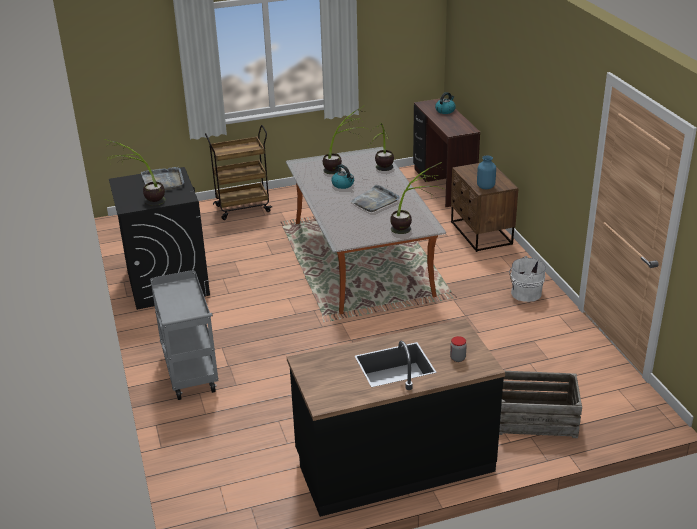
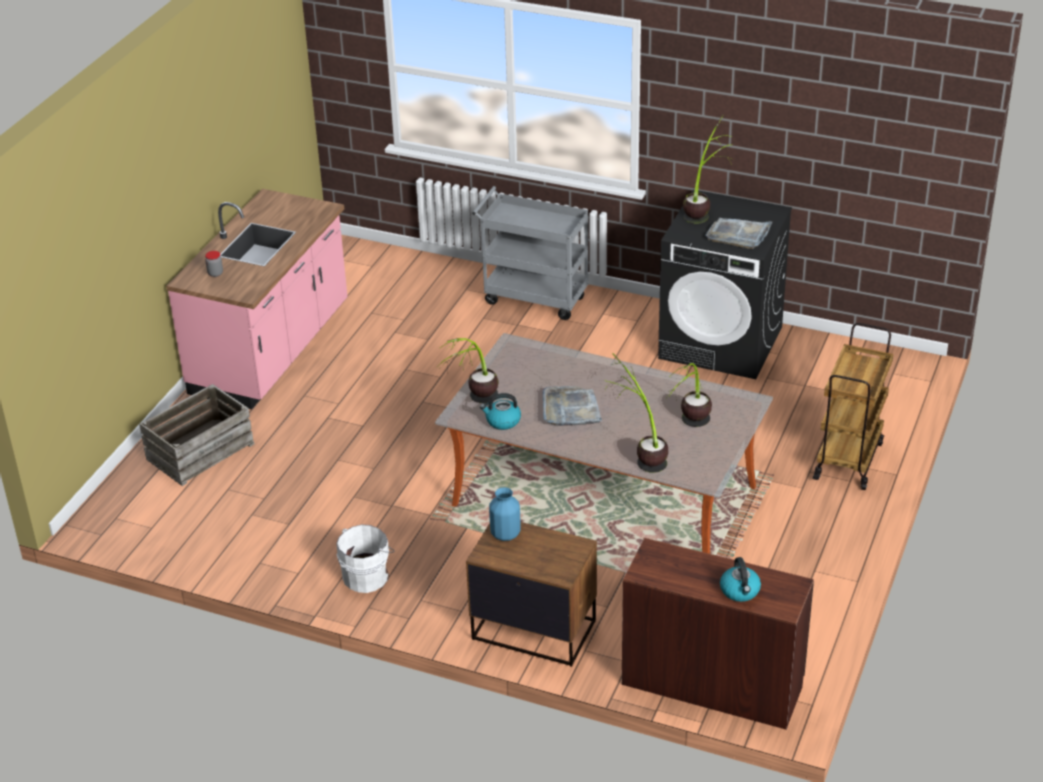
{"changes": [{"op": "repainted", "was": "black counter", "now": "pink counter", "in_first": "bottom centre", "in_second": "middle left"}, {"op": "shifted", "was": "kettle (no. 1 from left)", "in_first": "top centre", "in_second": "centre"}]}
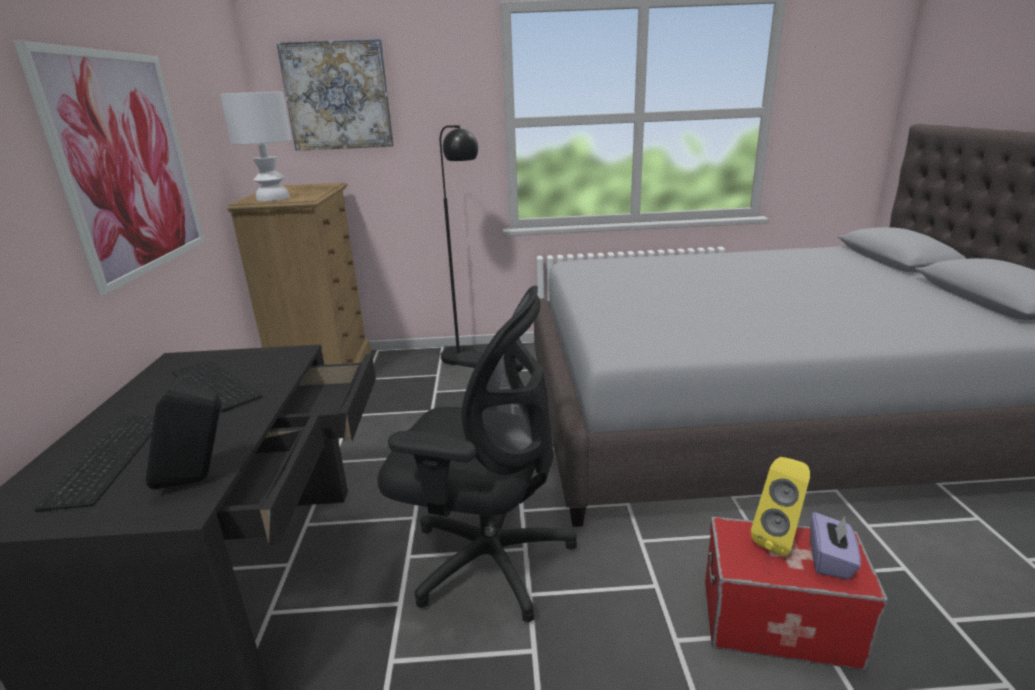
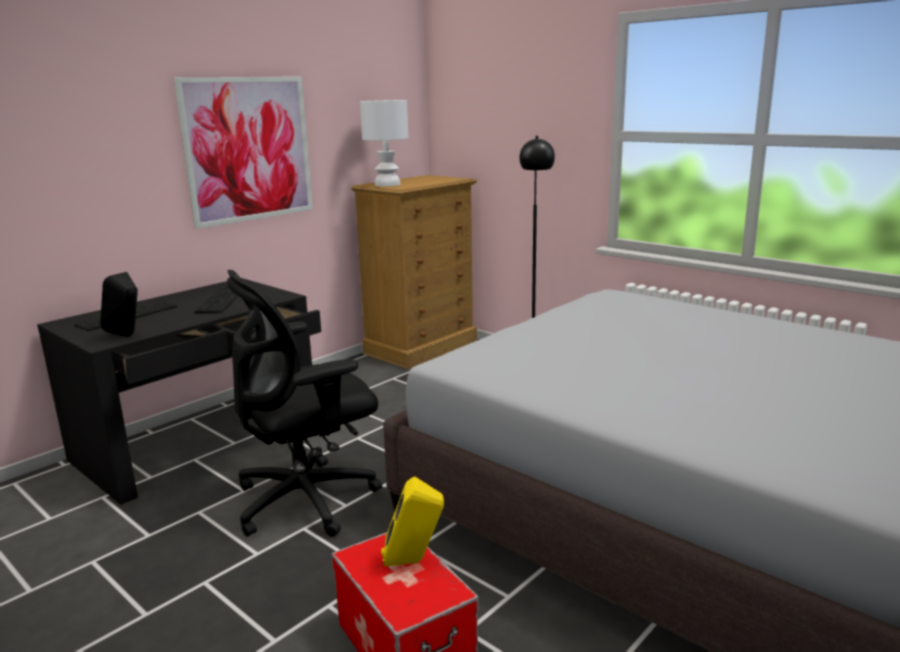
{"changes": [{"op": "rotated", "was": "black office chair", "in_first": "centre", "in_second": "centre", "clockwise": 90}, {"op": "gone", "was": "picture (no. 2 from left)", "in_first": "top left"}, {"op": "gone", "was": "purple tissue box", "in_first": "bottom right"}]}
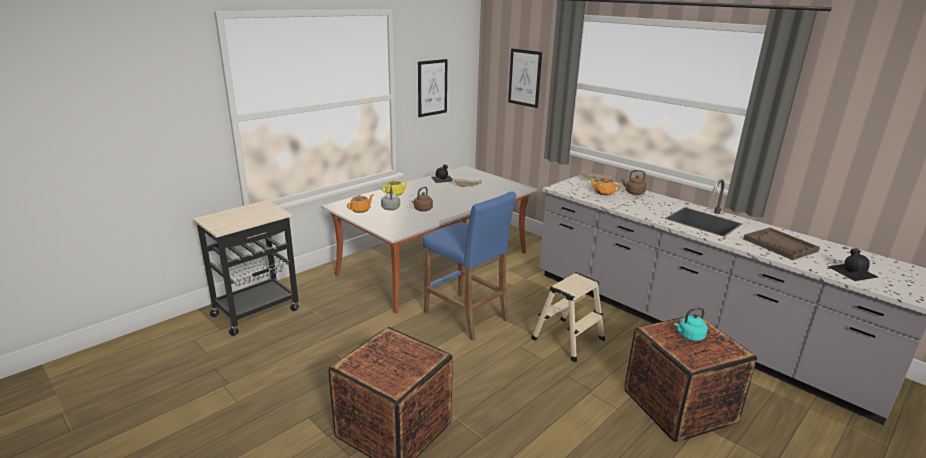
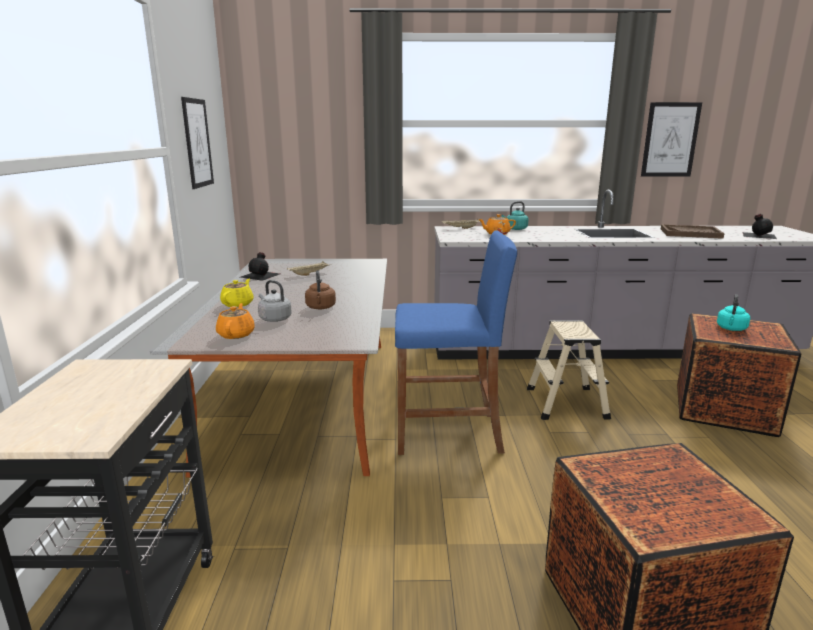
{"changes": [{"op": "repainted", "was": "brown kettle (no. 2 from left)", "now": "turquoise kettle (no. 1 from left)", "in_first": "middle right", "in_second": "centre"}, {"op": "shifted", "was": "picture (no. 2 from left)", "in_first": "top centre", "in_second": "top right"}]}
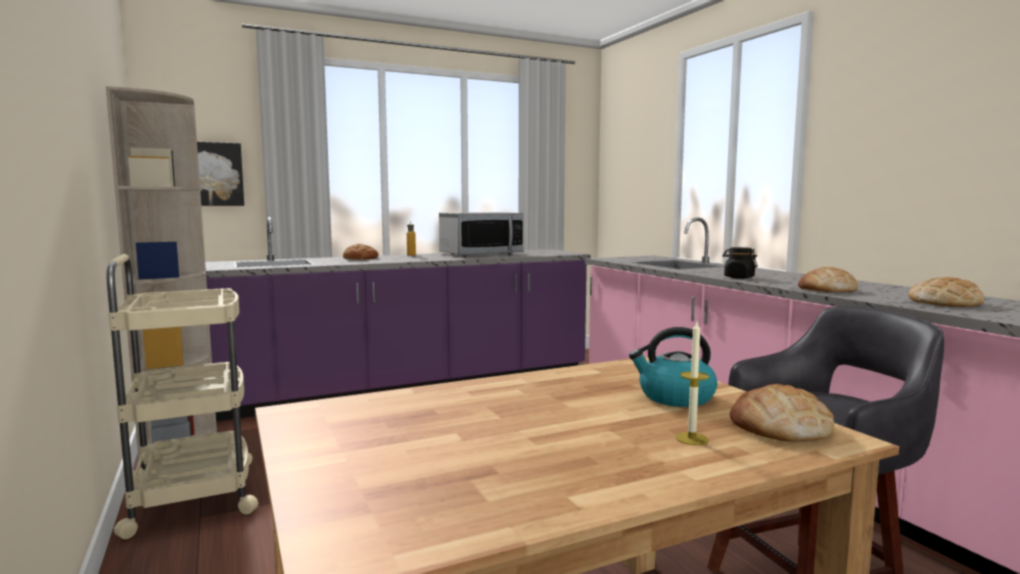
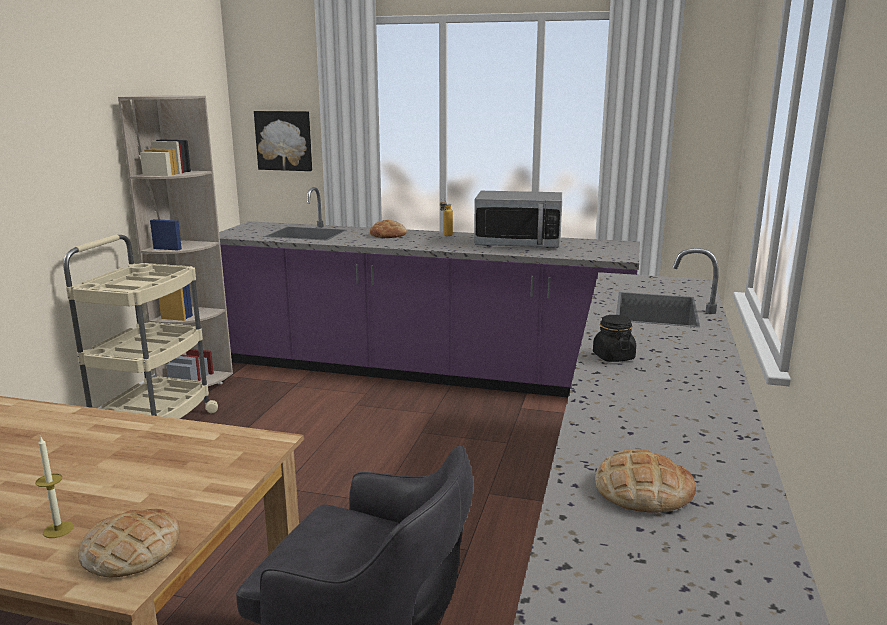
{"changes": [{"op": "gone", "was": "kettle", "in_first": "centre"}, {"op": "gone", "was": "bread (no. 3 from left)", "in_first": "middle right"}]}
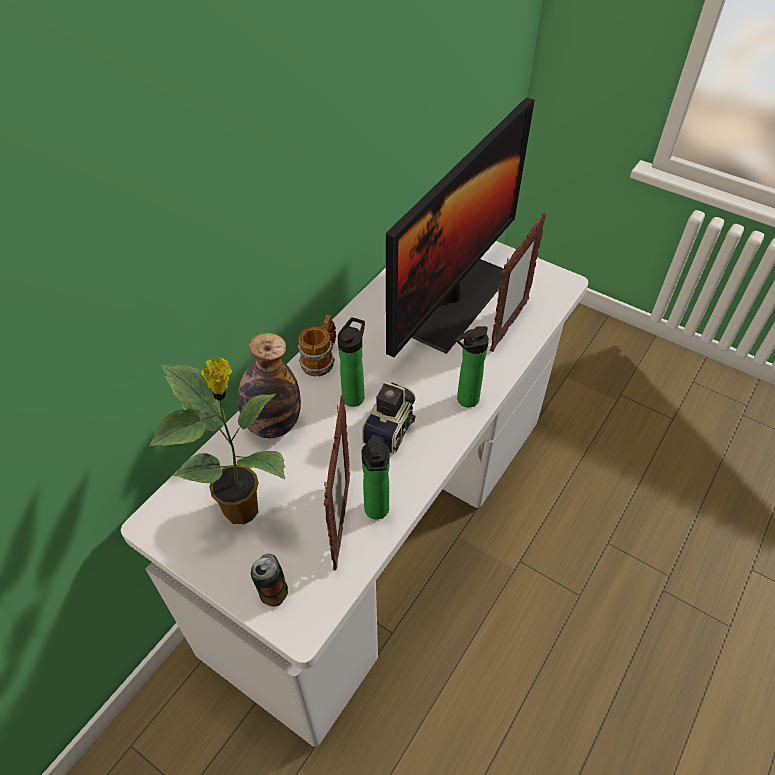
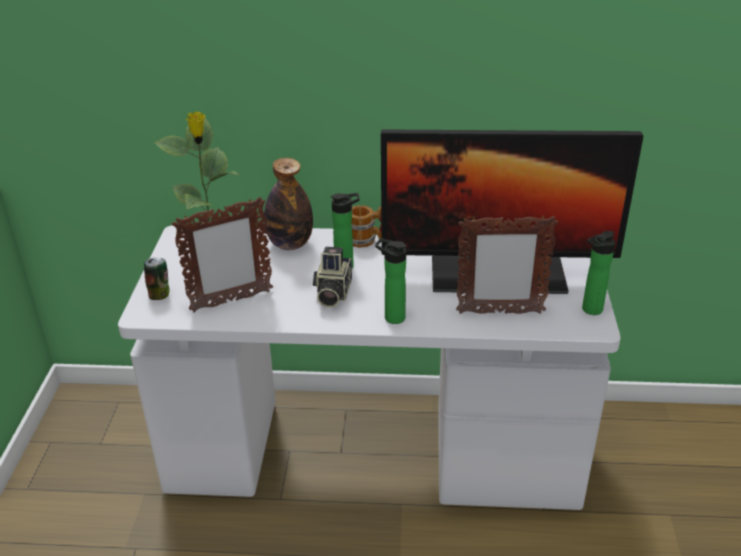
{"changes": [{"op": "rotated", "was": "photo camera", "in_first": "centre", "in_second": "centre", "clockwise": 105}, {"op": "shifted", "was": "bottle (no. 3 from left in the first image)", "now": "bottle (no. 4 from left)", "in_first": "centre", "in_second": "middle right"}]}
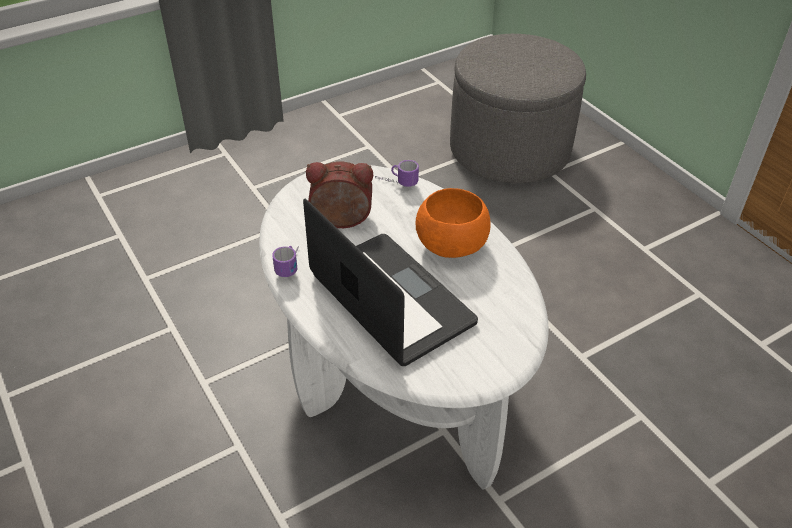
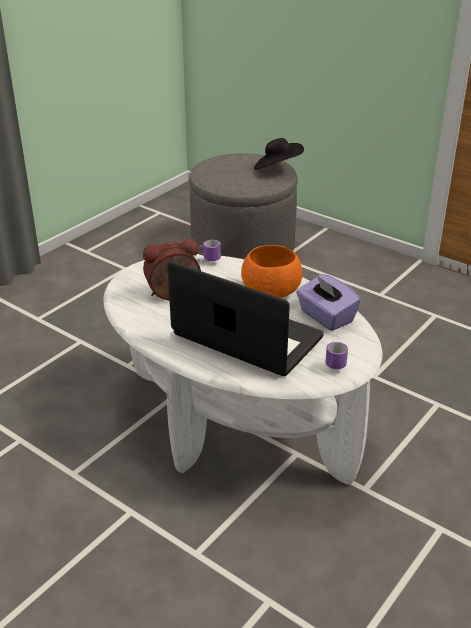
{"changes": [{"op": "new", "now": "black hat", "in_second": "top centre"}, {"op": "new", "now": "purple tissue box", "in_second": "middle right"}, {"op": "shifted", "was": "mug (no. 1 from left in the first image)", "now": "mug (no. 2 from left)", "in_first": "centre", "in_second": "middle right"}]}
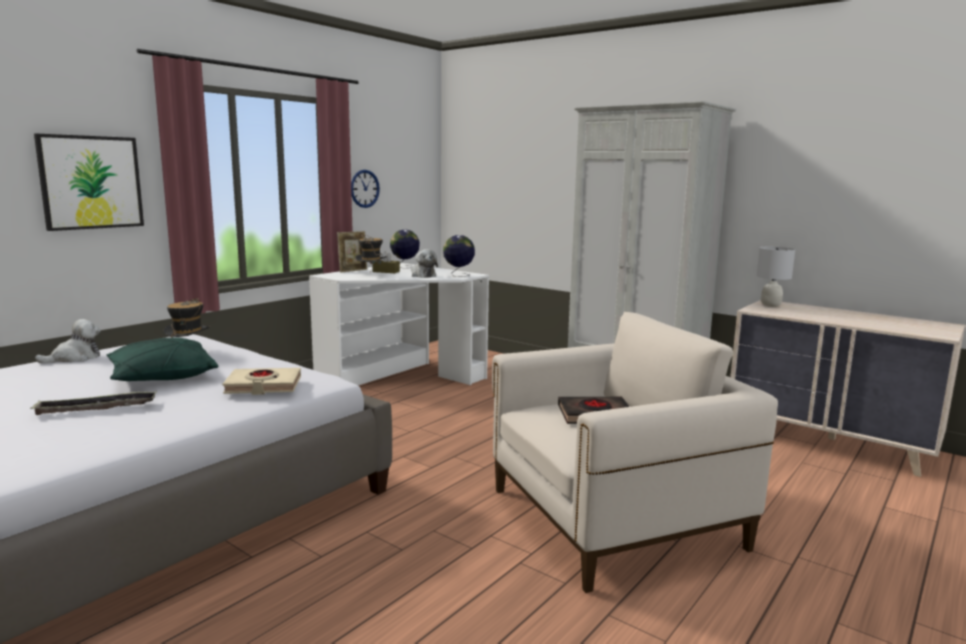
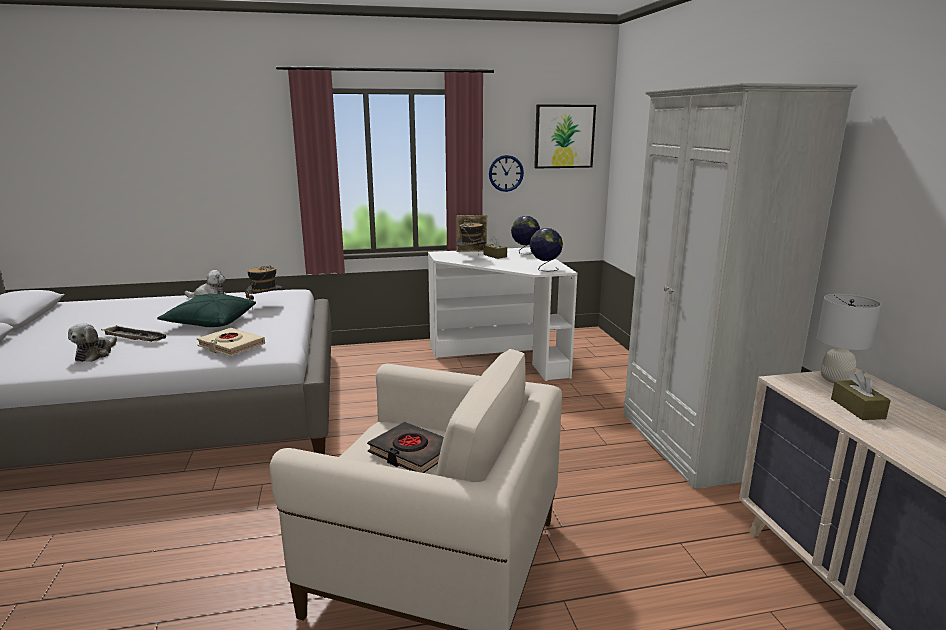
{"changes": [{"op": "shifted", "was": "plush toy (no. 2 from left in the first image)", "now": "plush toy (no. 1 from left)", "in_first": "centre", "in_second": "middle left"}, {"op": "shifted", "was": "picture", "in_first": "top left", "in_second": "top centre"}, {"op": "new", "now": "brown tissue box (no. 2 from left)", "in_second": "middle right"}]}
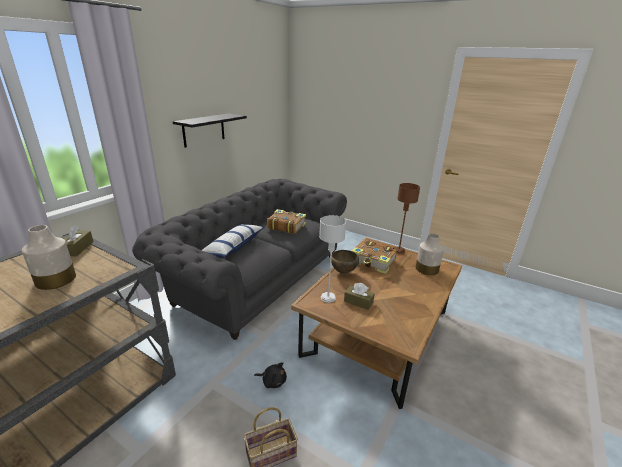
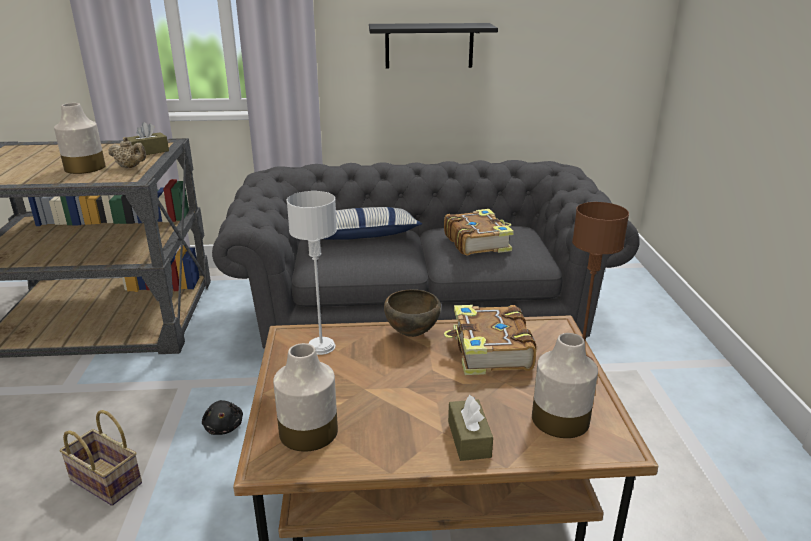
{"changes": [{"op": "new", "now": "beige teapot", "in_second": "top left"}, {"op": "new", "now": "beige vase (no. 2 from left)", "in_second": "bottom centre"}, {"op": "shifted", "was": "brown tissue box (no. 2 from left)", "in_first": "centre", "in_second": "bottom centre"}]}
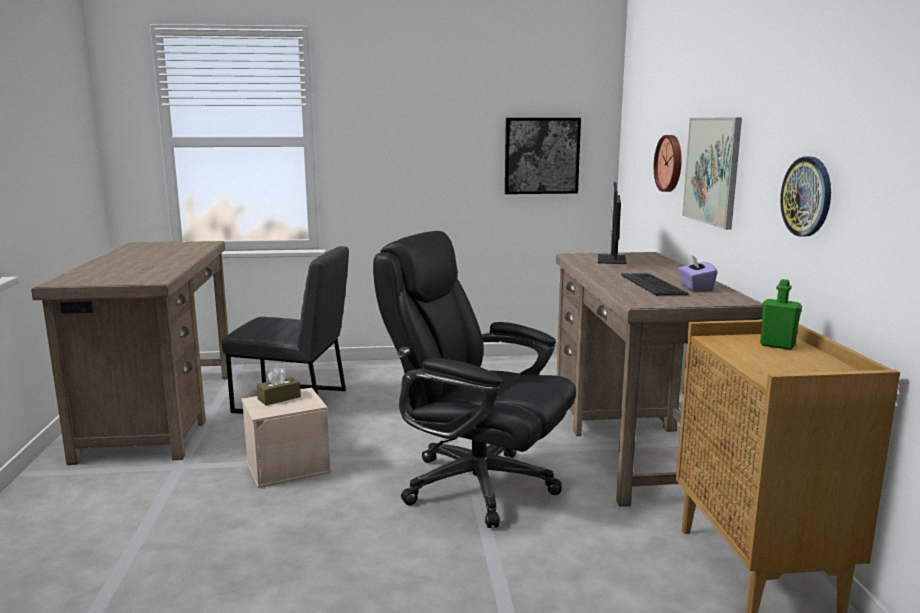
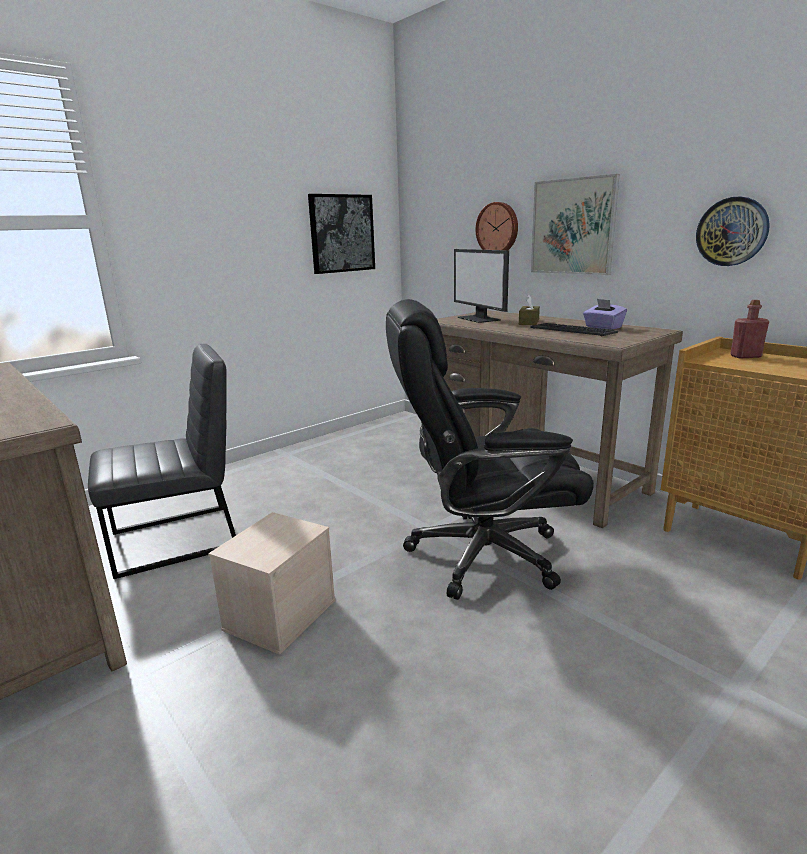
{"changes": [{"op": "shifted", "was": "brown tissue box", "in_first": "middle left", "in_second": "centre"}, {"op": "repainted", "was": "green bottle", "now": "red bottle", "in_first": "middle right", "in_second": "middle right"}]}
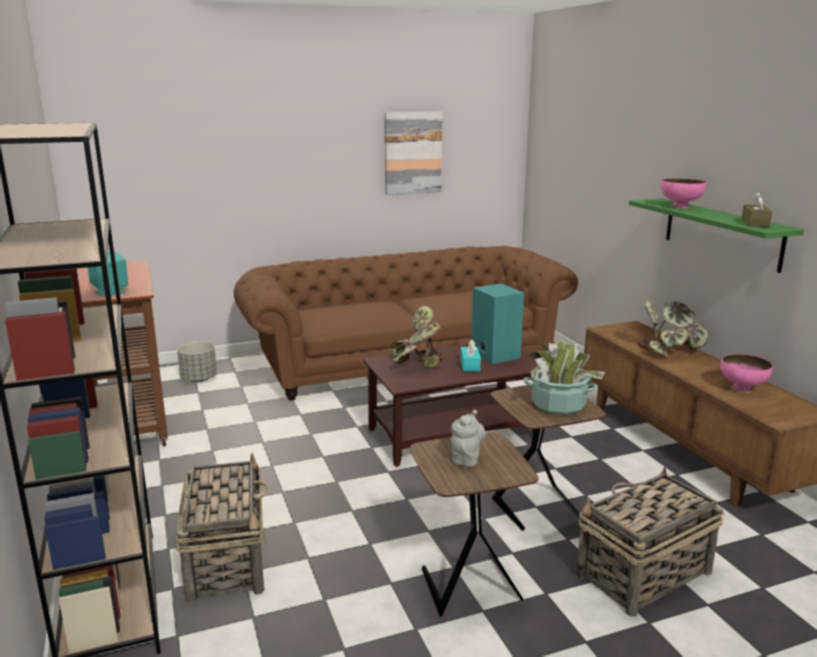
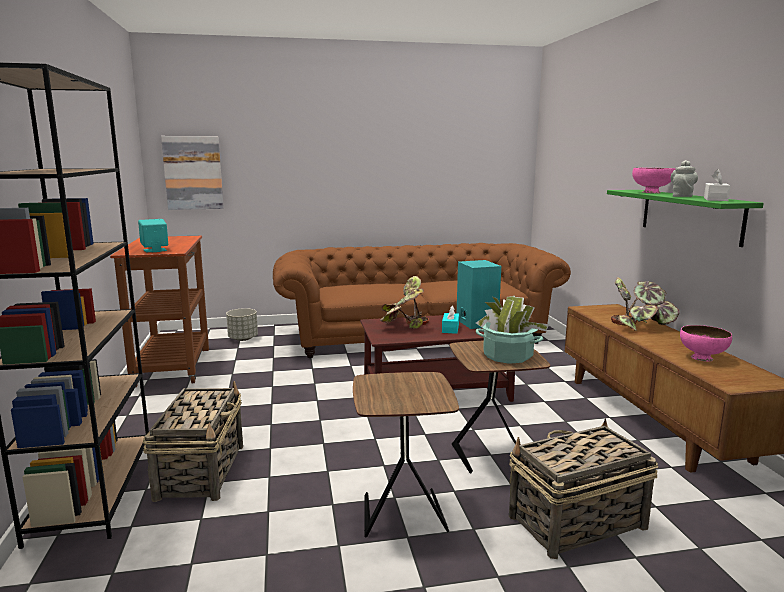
{"changes": [{"op": "shifted", "was": "picture", "in_first": "top centre", "in_second": "top left"}, {"op": "shifted", "was": "grey teapot", "in_first": "bottom centre", "in_second": "top right"}, {"op": "repainted", "was": "brown tissue box", "now": "white tissue box", "in_first": "top right", "in_second": "top right"}]}
